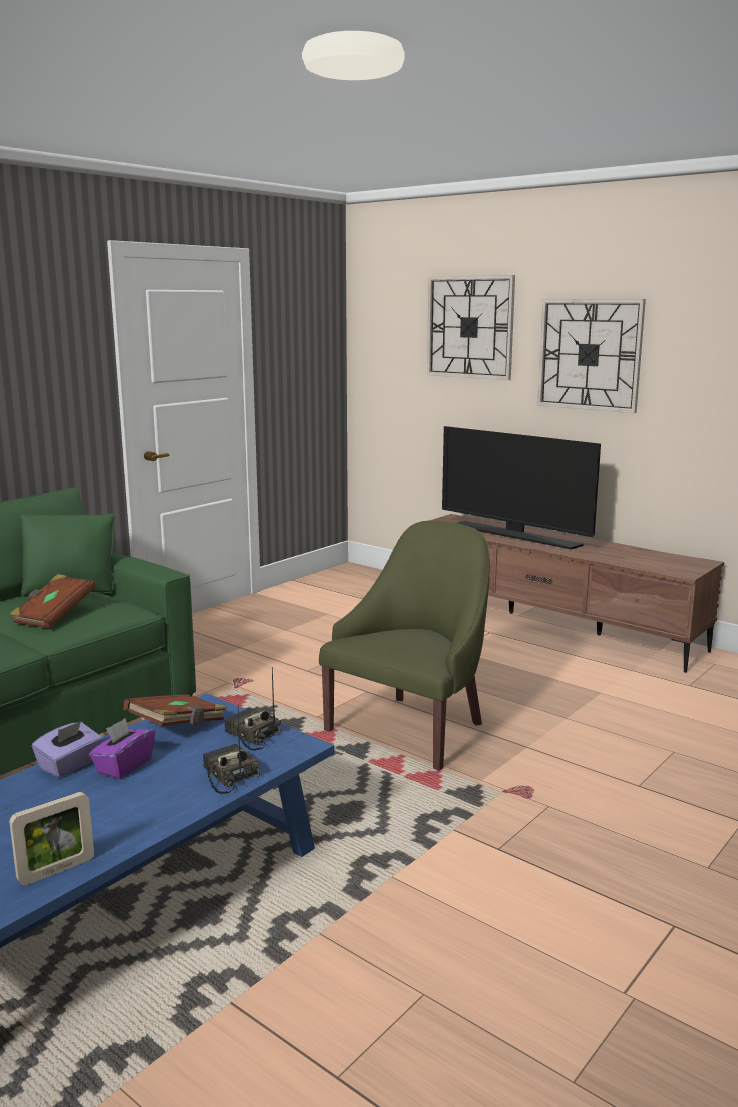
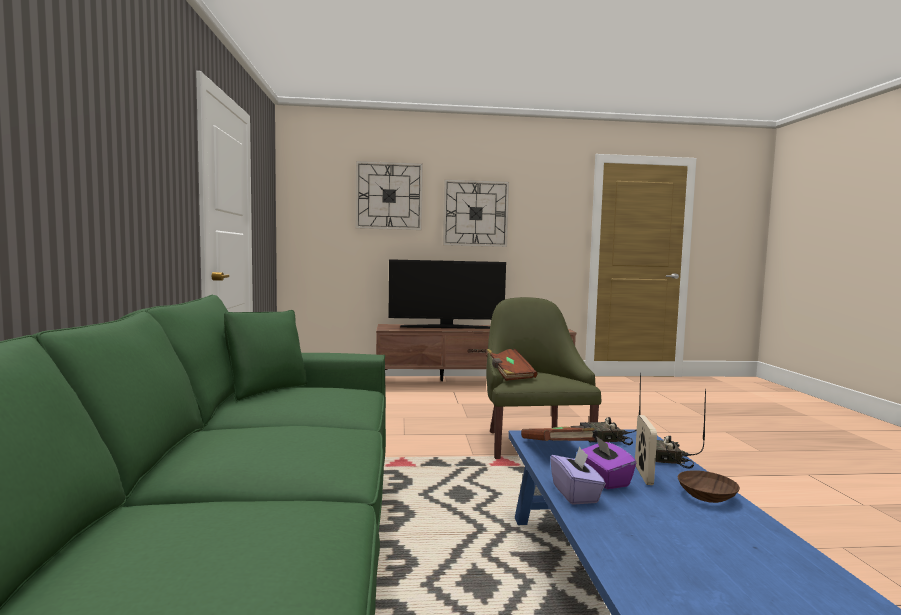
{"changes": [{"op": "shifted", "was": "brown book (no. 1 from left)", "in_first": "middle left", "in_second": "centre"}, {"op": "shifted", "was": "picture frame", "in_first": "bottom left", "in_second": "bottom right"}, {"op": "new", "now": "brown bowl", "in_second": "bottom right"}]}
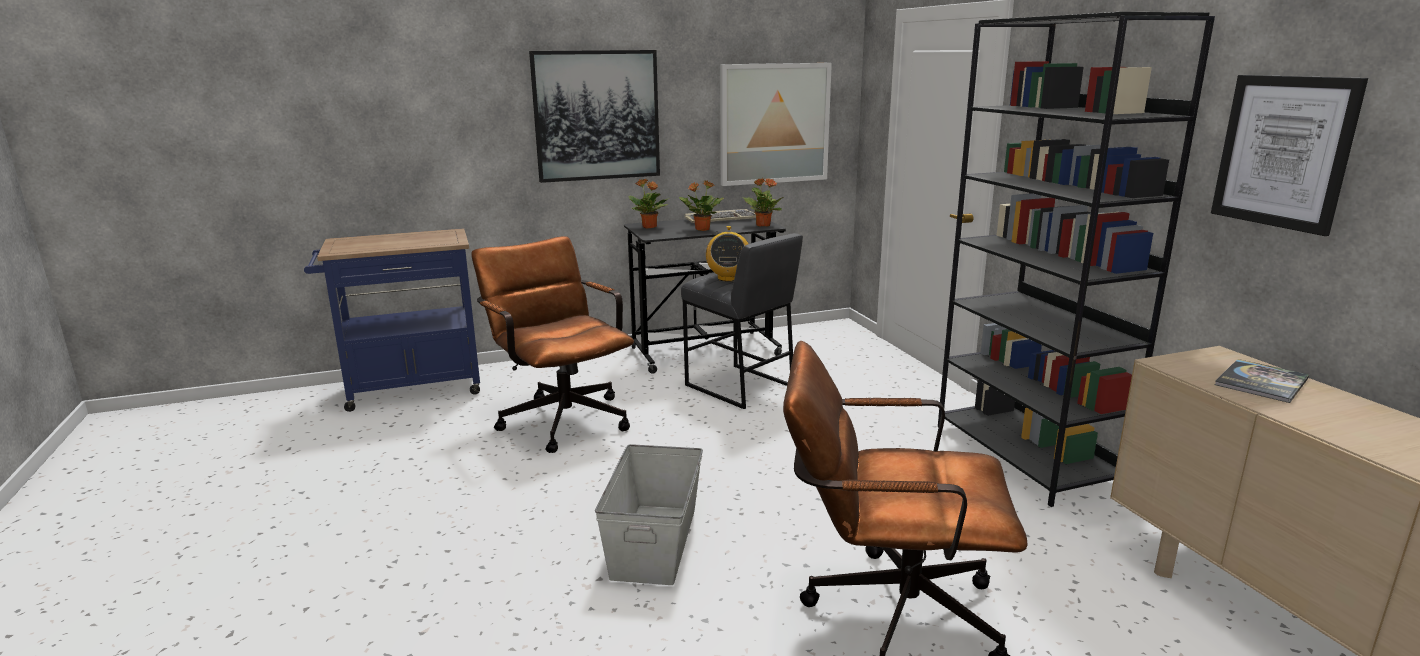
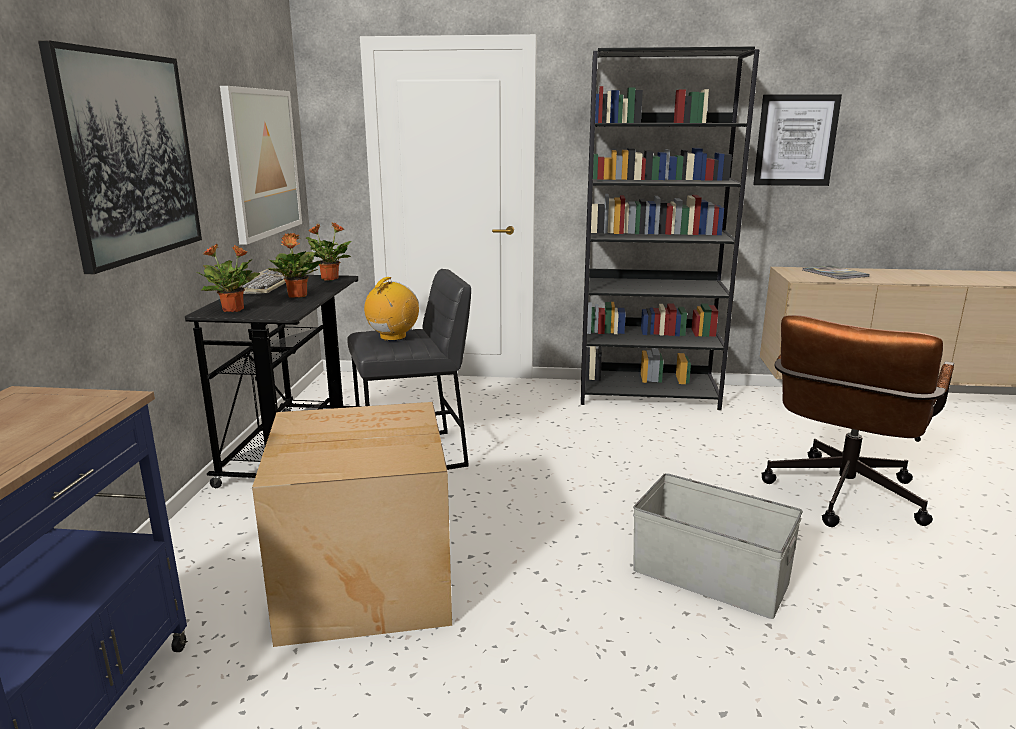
{"changes": [{"op": "swapped", "was": "brown office chair (no. 1 from left)", "now": "cardboard box", "in_first": "centre", "in_second": "bottom centre"}, {"op": "rotated", "was": "radio", "in_first": "centre", "in_second": "centre", "clockwise": -90}]}
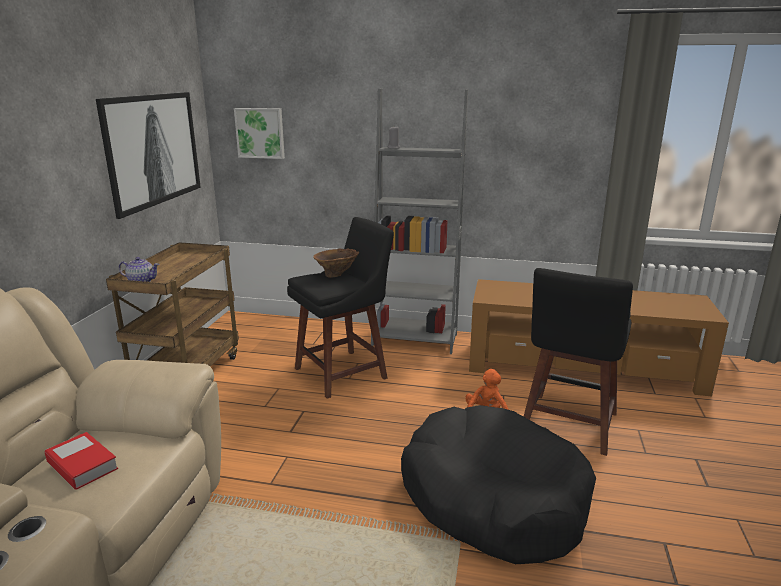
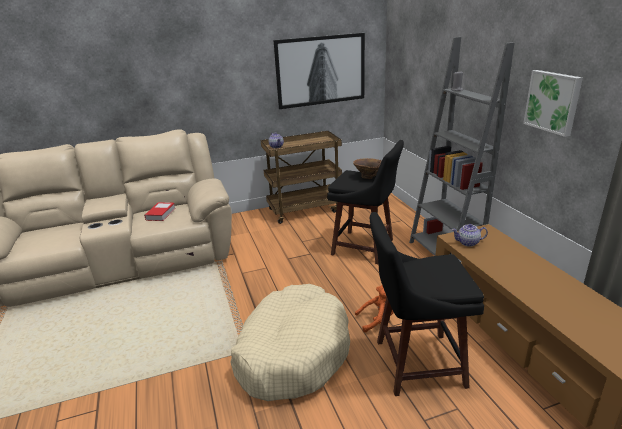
{"changes": [{"op": "repainted", "was": "black dog bed", "now": "beige dog bed", "in_first": "bottom centre", "in_second": "bottom centre"}, {"op": "new", "now": "teapot (no. 2 from left)", "in_second": "middle right"}, {"op": "shifted", "was": "picture (no. 2 from left)", "in_first": "top left", "in_second": "top right"}]}
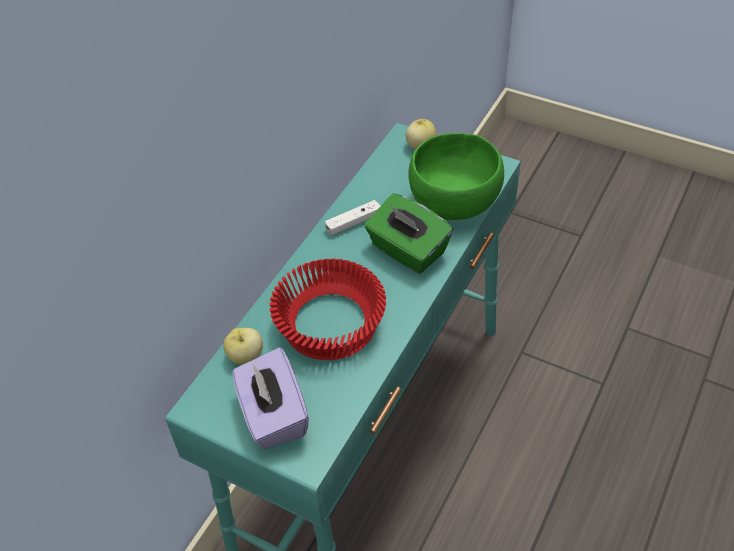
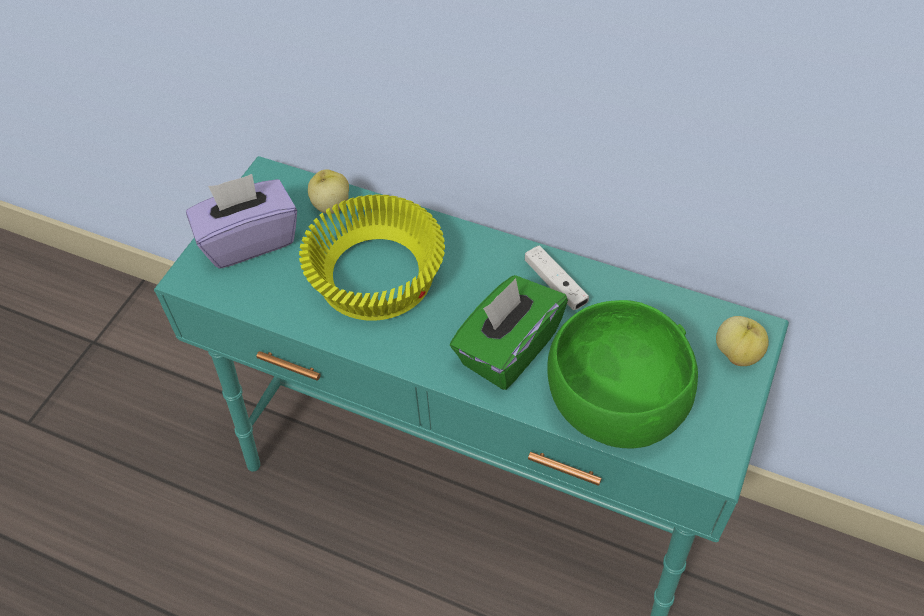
{"changes": [{"op": "repainted", "was": "red bowl", "now": "yellow bowl", "in_first": "centre", "in_second": "centre"}]}
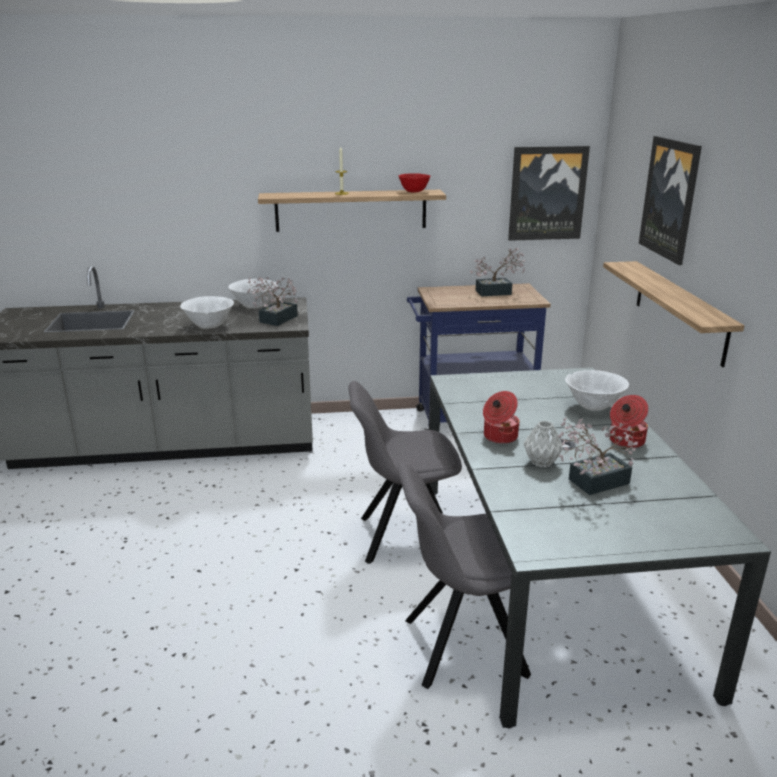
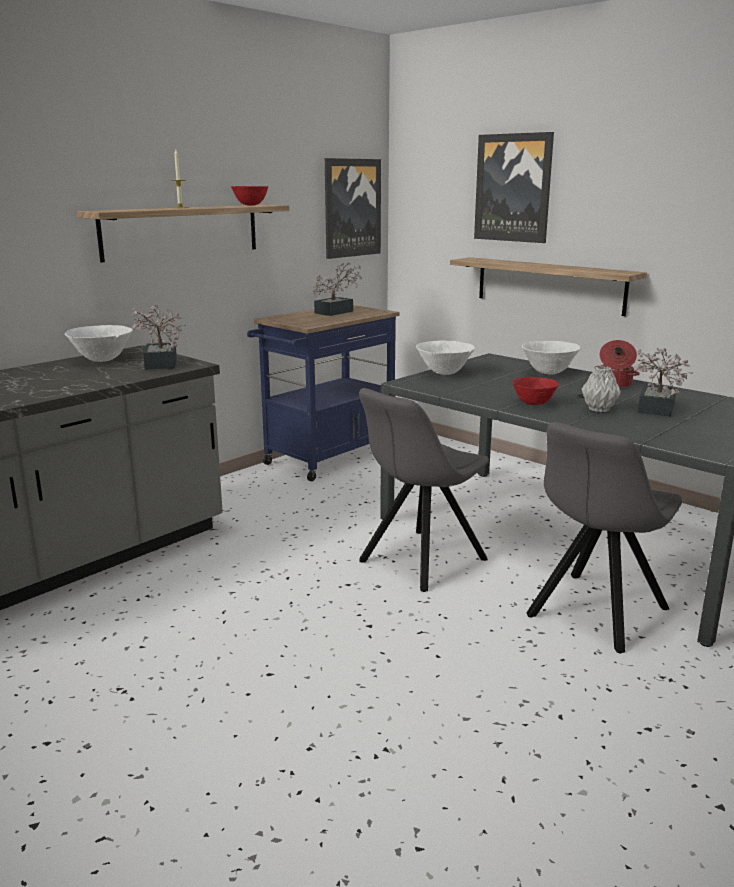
{"changes": [{"op": "shifted", "was": "white bowl (no. 1 from left in the first image)", "now": "white bowl (no. 2 from left)", "in_first": "middle left", "in_second": "centre"}, {"op": "swapped", "was": "cooking pot (no. 1 from left)", "now": "red bowl (no. 2 from left)", "in_first": "centre", "in_second": "middle right"}]}
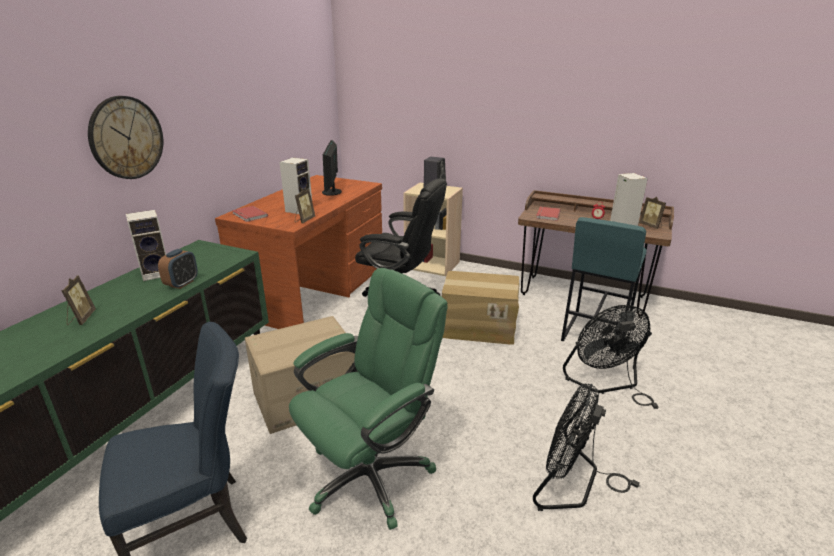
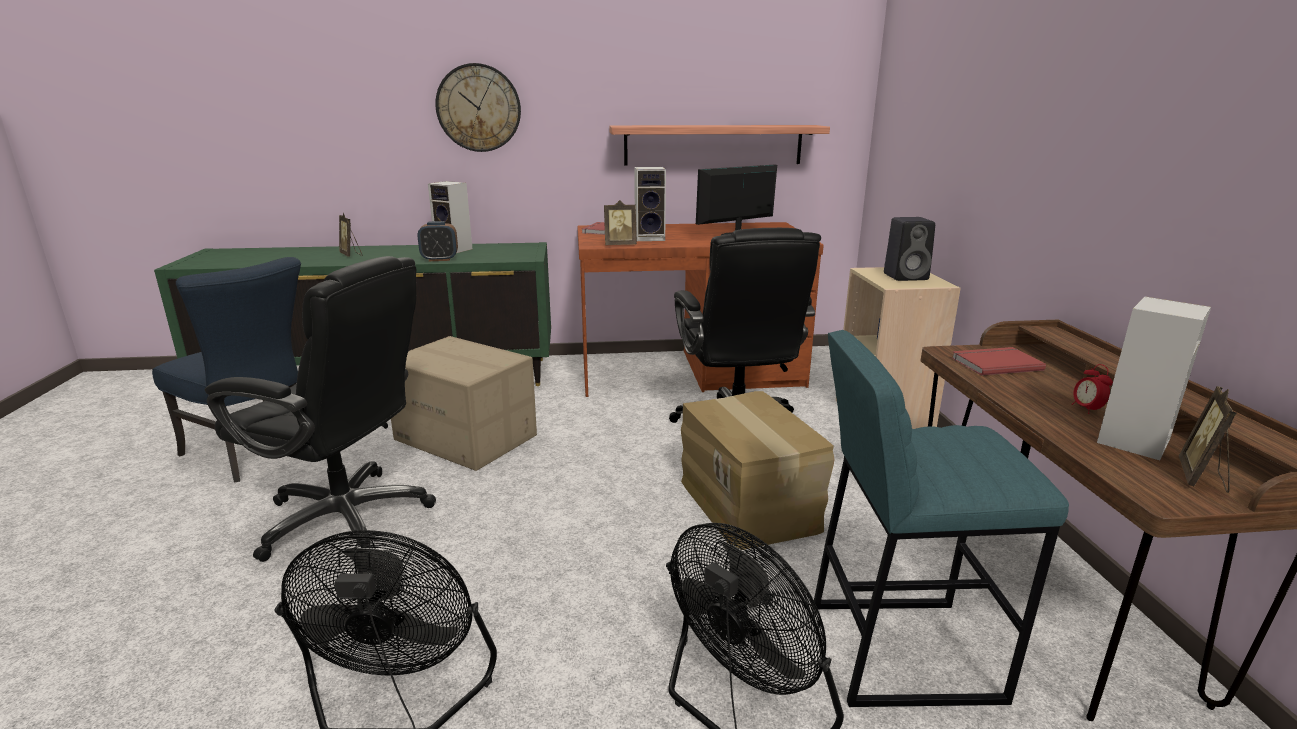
{"changes": [{"op": "repainted", "was": "green office chair", "now": "black office chair (no. 1 from left)", "in_first": "bottom centre", "in_second": "middle left"}, {"op": "rotated", "was": "picture frame (no. 1 from left)", "in_first": "middle left", "in_second": "top left", "clockwise": 90}, {"op": "new", "now": "shelf", "in_second": "top centre"}]}
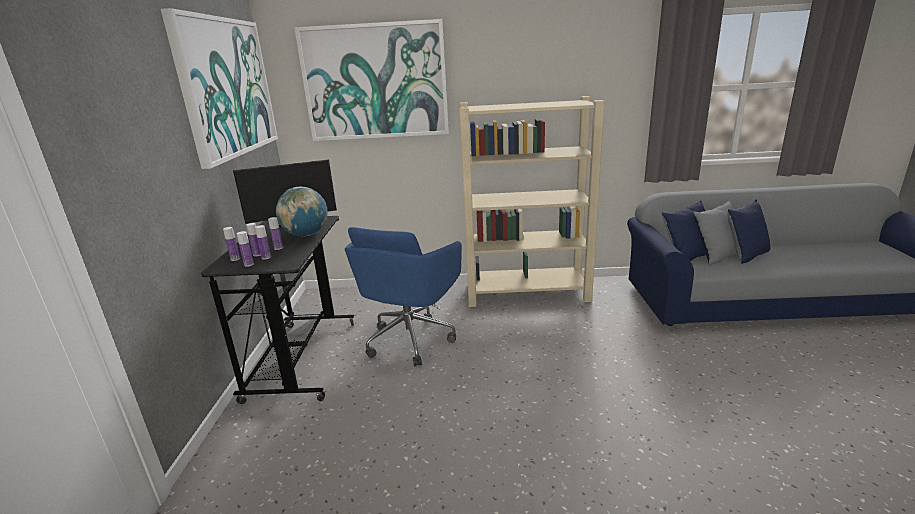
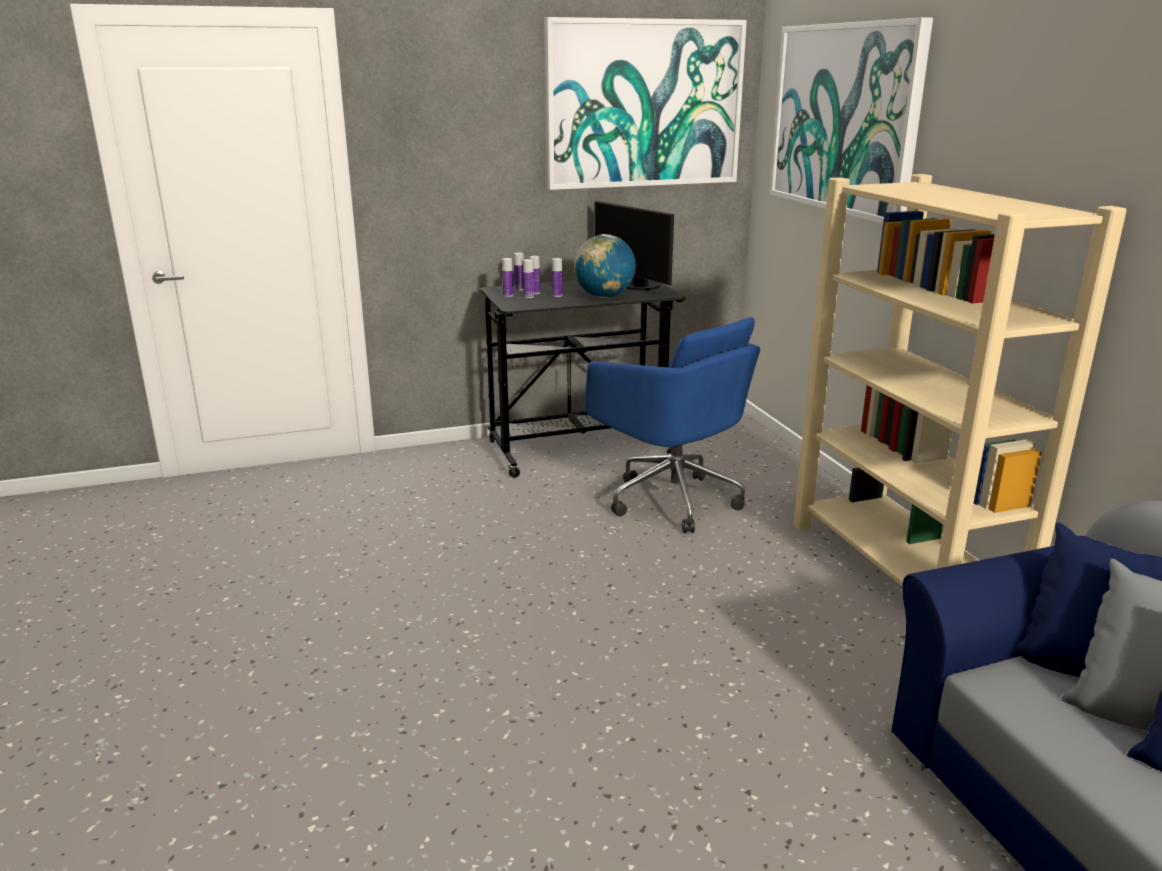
{"changes": [{"op": "rotated", "was": "blue office chair", "in_first": "centre", "in_second": "centre", "clockwise": -135}]}
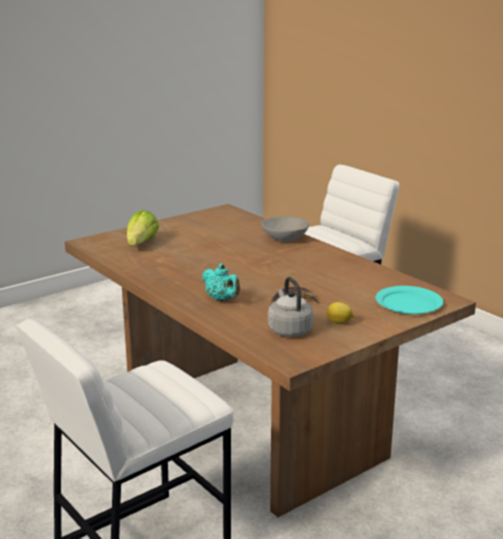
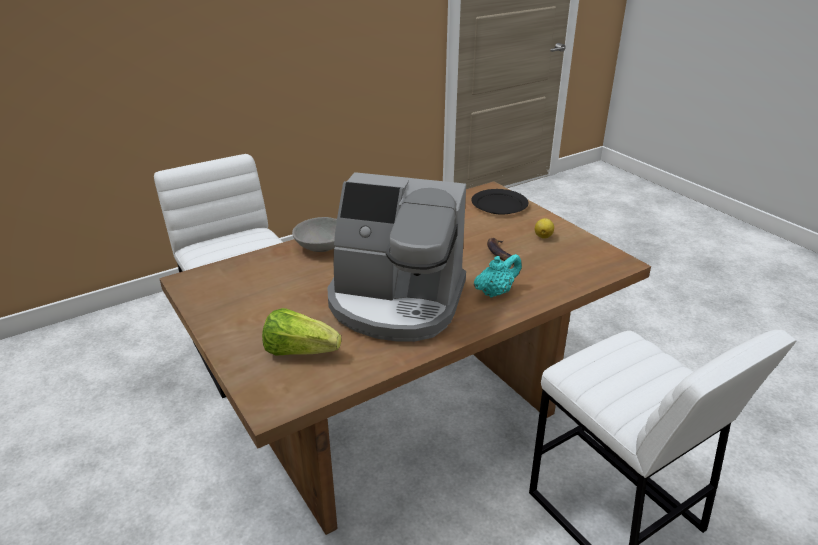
{"changes": [{"op": "new", "now": "coffee machine", "in_second": "centre"}, {"op": "repainted", "was": "turquoise plate", "now": "black plate", "in_first": "middle right", "in_second": "centre"}, {"op": "gone", "was": "grey kettle", "in_first": "centre"}]}
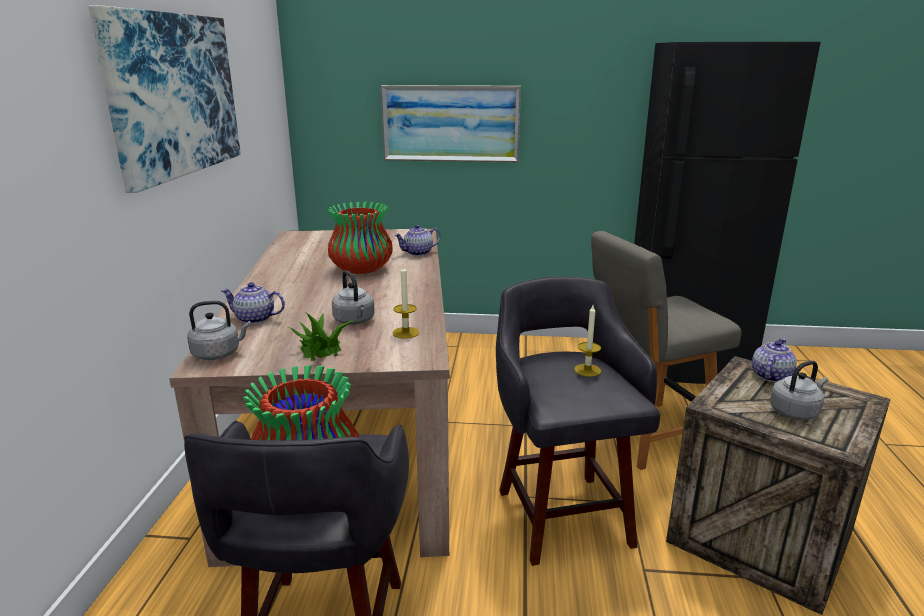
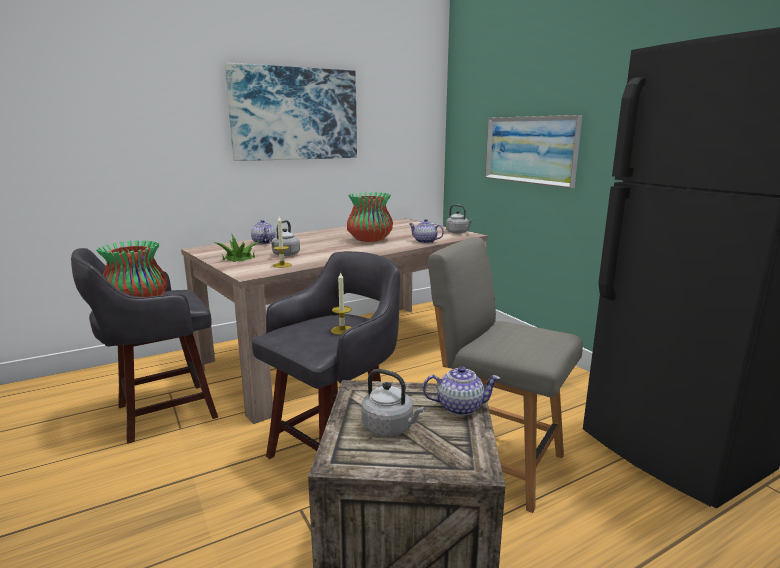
{"changes": [{"op": "shifted", "was": "grey kettle (no. 1 from left in the first image)", "now": "grey kettle (no. 3 from left)", "in_first": "middle left", "in_second": "centre"}]}
